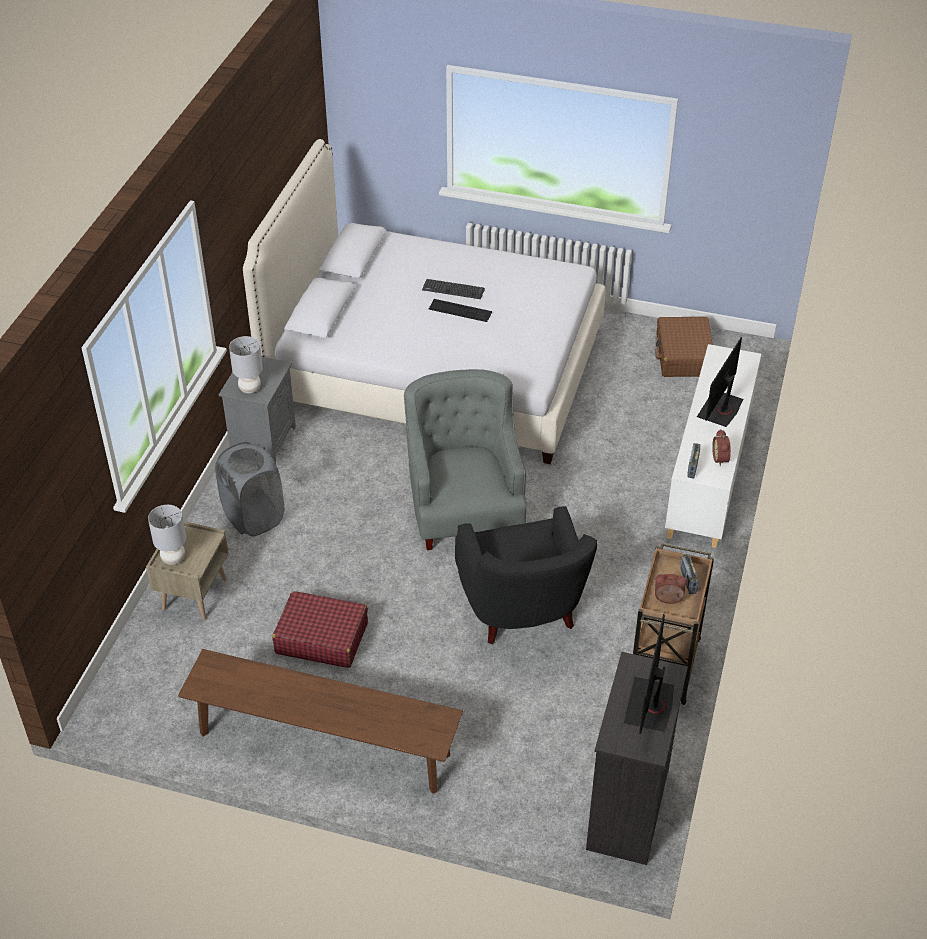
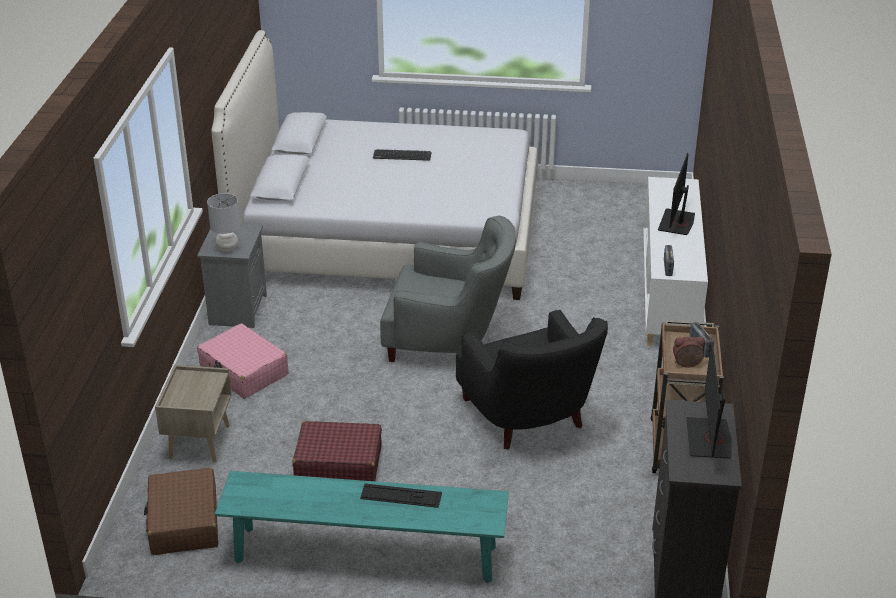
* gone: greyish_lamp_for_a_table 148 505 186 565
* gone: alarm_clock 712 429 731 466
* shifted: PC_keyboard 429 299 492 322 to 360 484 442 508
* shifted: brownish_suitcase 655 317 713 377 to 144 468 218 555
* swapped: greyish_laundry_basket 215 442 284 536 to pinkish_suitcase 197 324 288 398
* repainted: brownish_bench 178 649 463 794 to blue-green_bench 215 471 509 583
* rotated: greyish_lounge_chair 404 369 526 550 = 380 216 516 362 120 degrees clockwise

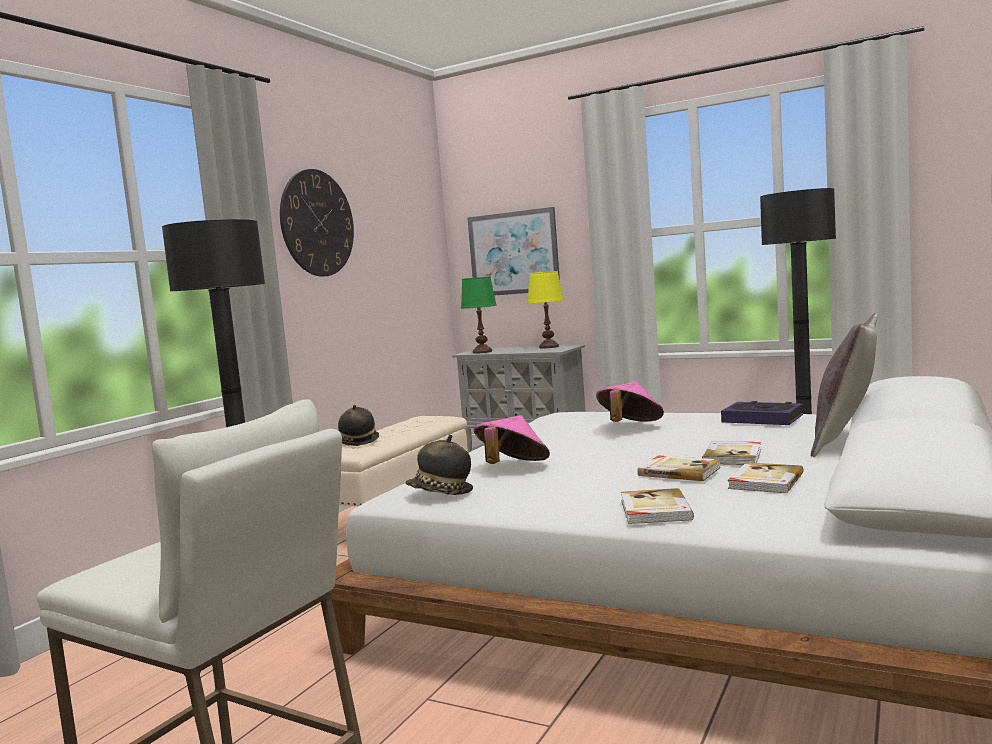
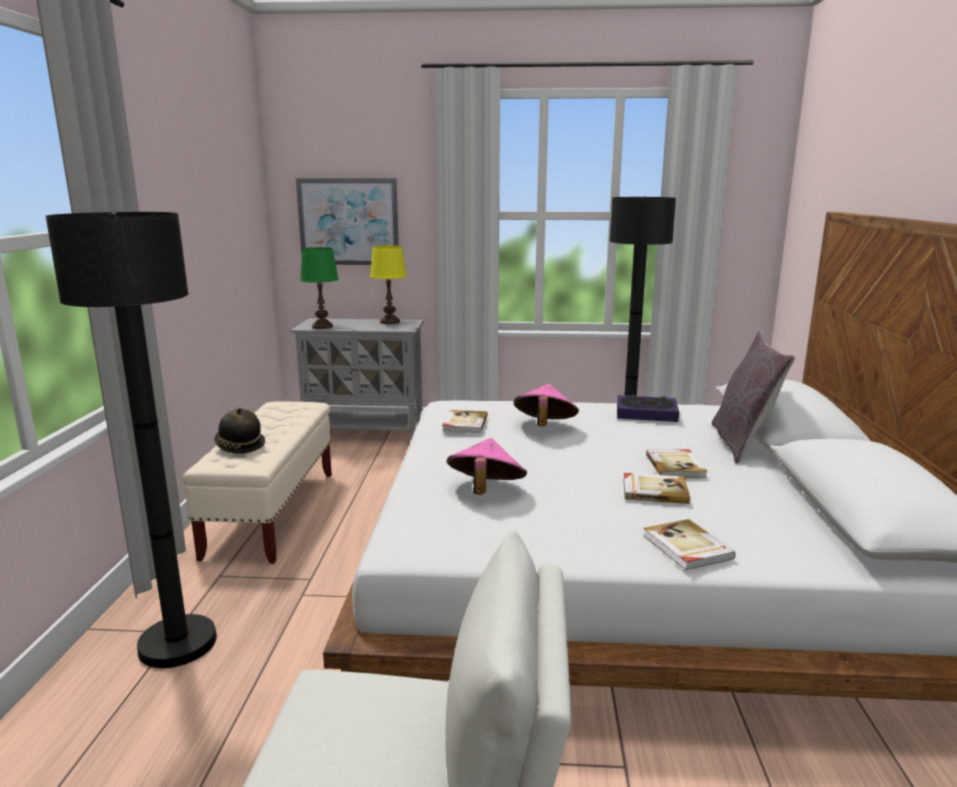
* gone: wall_clock 280 169 354 277
* gone: clothing_hat 405 435 473 495
* shifted: book 728 462 804 493 to 442 410 488 433

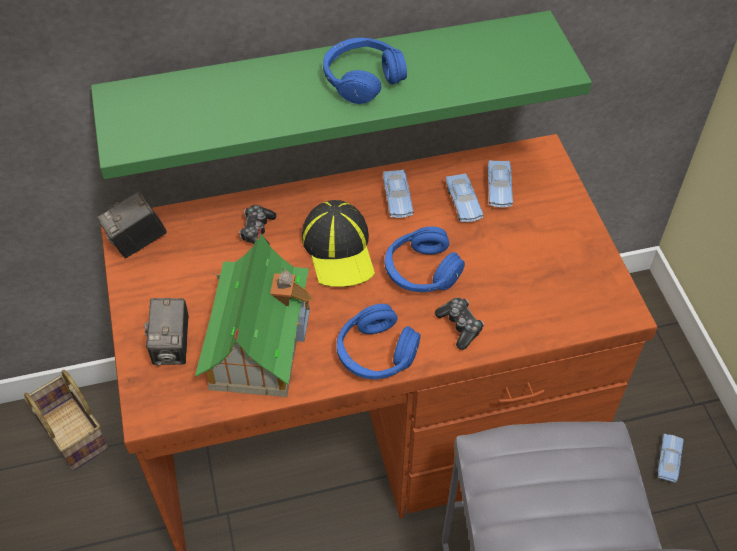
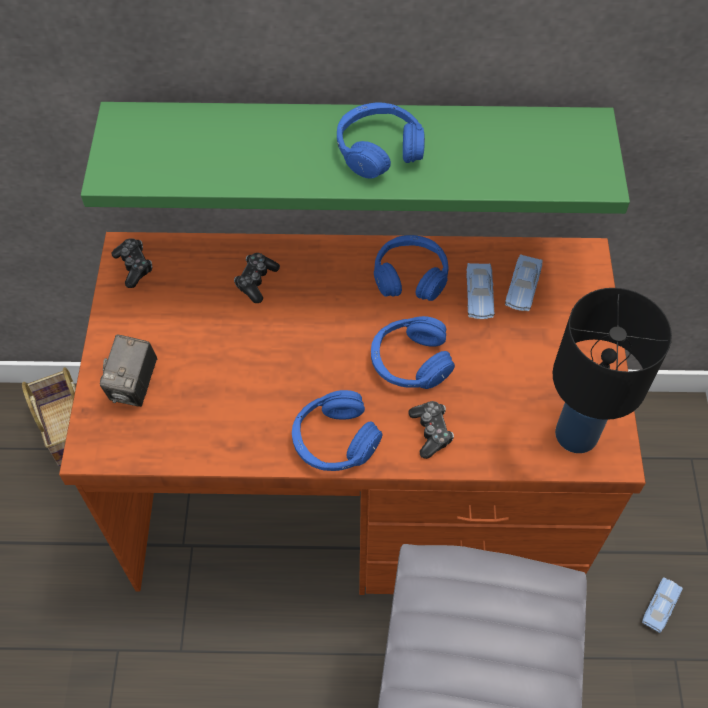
* gone: model_house 195 227 313 397
* gone: peaked_cap 302 200 375 287
* new: black_lamp_for_a_table 553 288 672 453
* swapped: still_camera 97 191 167 258 to game_controller 111 238 152 288
* swapped: bluish_miniature_car 383 170 414 218 to bluish_headphones 374 235 448 301

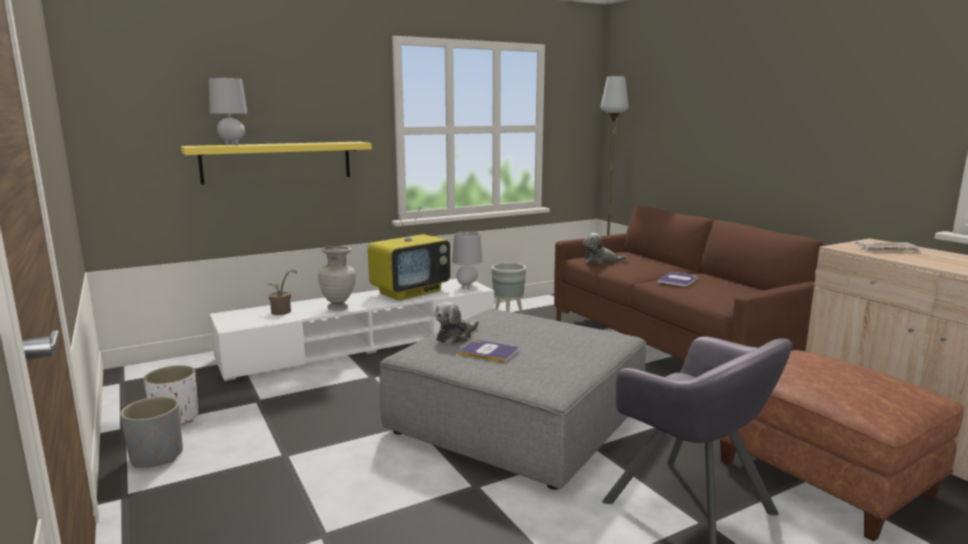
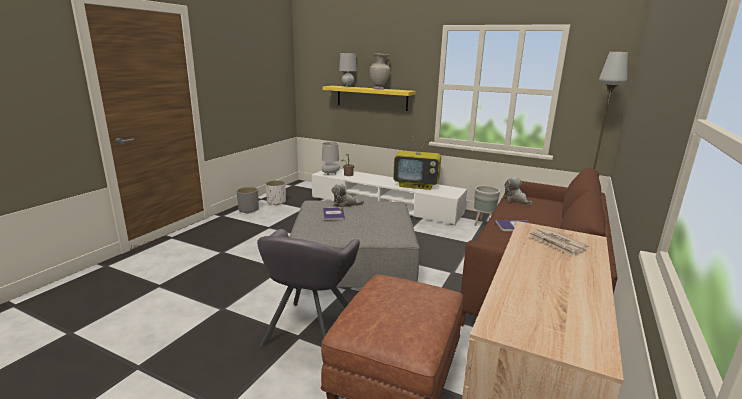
* shifted: beige_vase 318 246 356 310 to 370 53 390 90
* shifted: greyish_lamp_for_a_table 452 231 482 289 to 322 142 340 175

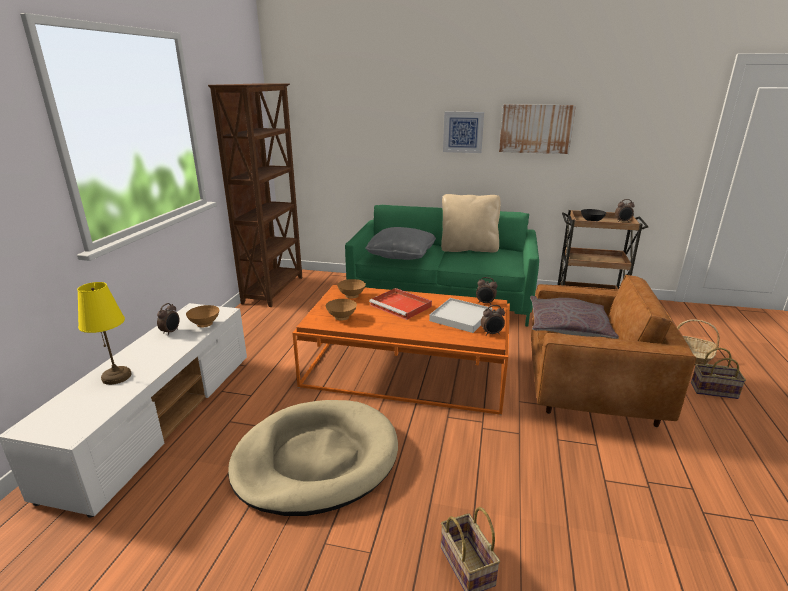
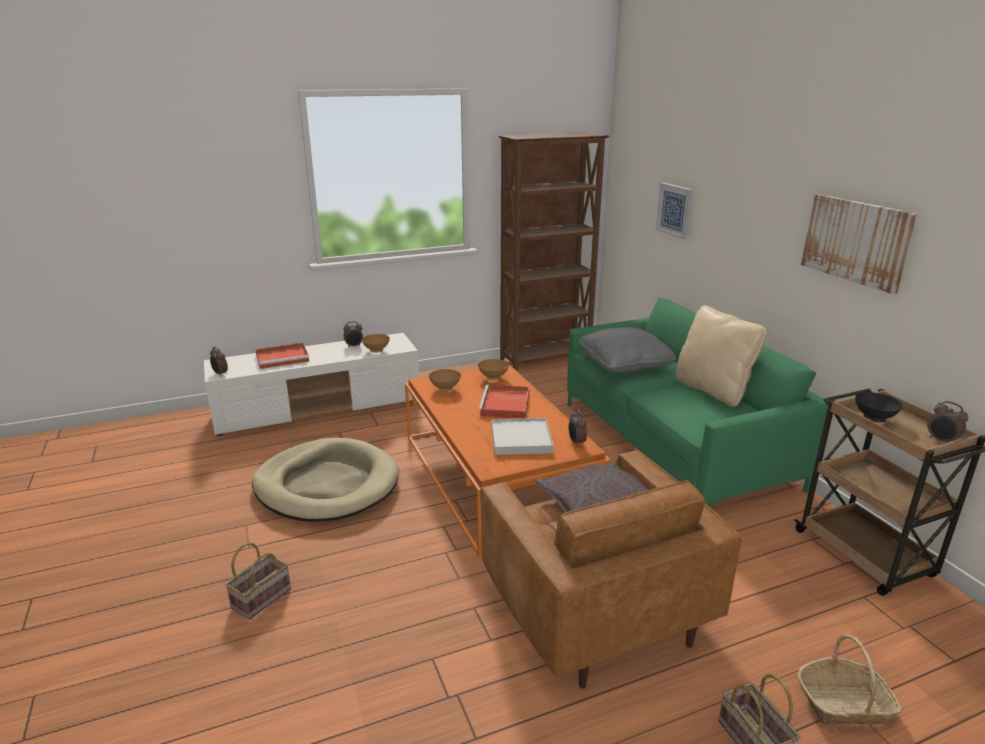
* shifted: wall_art 443 112 484 153 to 656 183 693 240
* shifted: alarm_clock 481 305 505 336 to 210 347 228 377
* swapped: yellow_lamp_for_a_table 77 282 132 385 to red-coloured_serving_tray 255 342 310 369

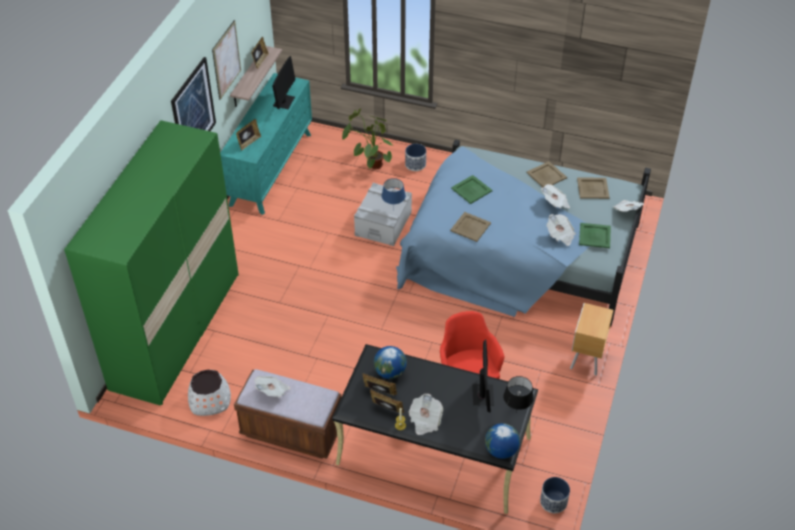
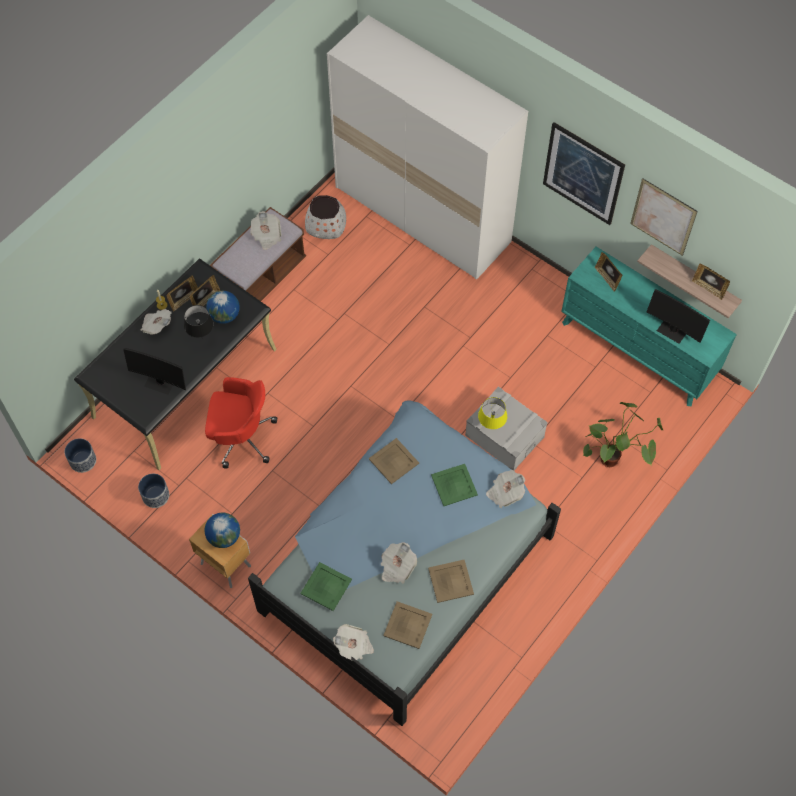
* shifted: planter 405 144 426 171 to 138 473 169 508
* shifted: desk_globe 485 423 520 459 to 204 513 240 548
* shifted: black_lamp_for_a_table 503 376 534 414 to 184 305 214 338
* shifted: newspaper 547 214 576 246 to 486 470 525 508
* repainted: green_wardrobe 64 120 239 406 to white_wardrobe 327 15 528 279
* repainted: bluish_lamp_for_a_table 382 178 406 212 to yellow_lamp_for_a_table 478 397 507 429

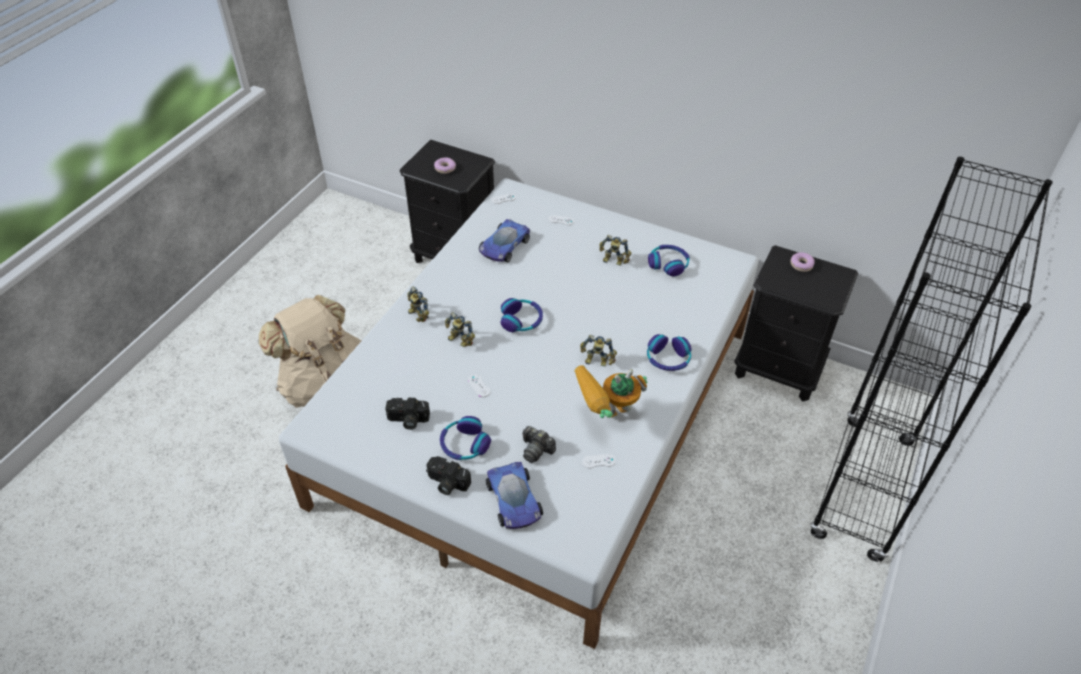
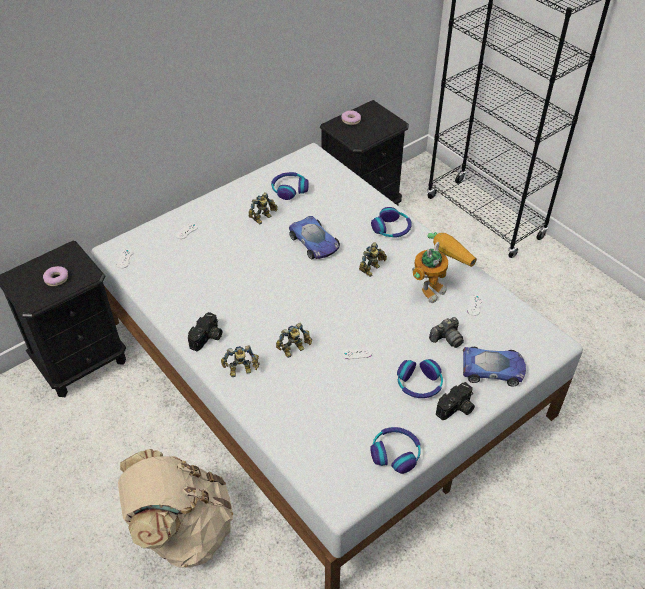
* shifted: still_camera 385 398 430 430 to 188 312 222 352
* shifted: miniature_car 479 219 530 262 to 289 216 340 260
* shifted: headphones 501 298 543 332 to 370 427 421 474
* rotated: robot_figure 575 365 648 418 = 412 232 477 303 135 degrees counterclockwise

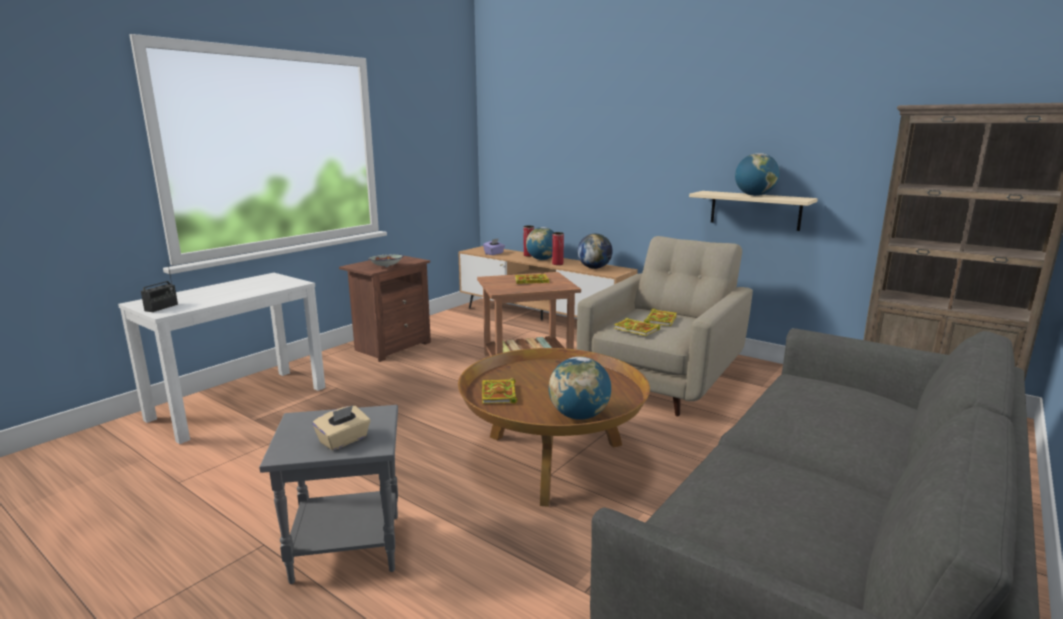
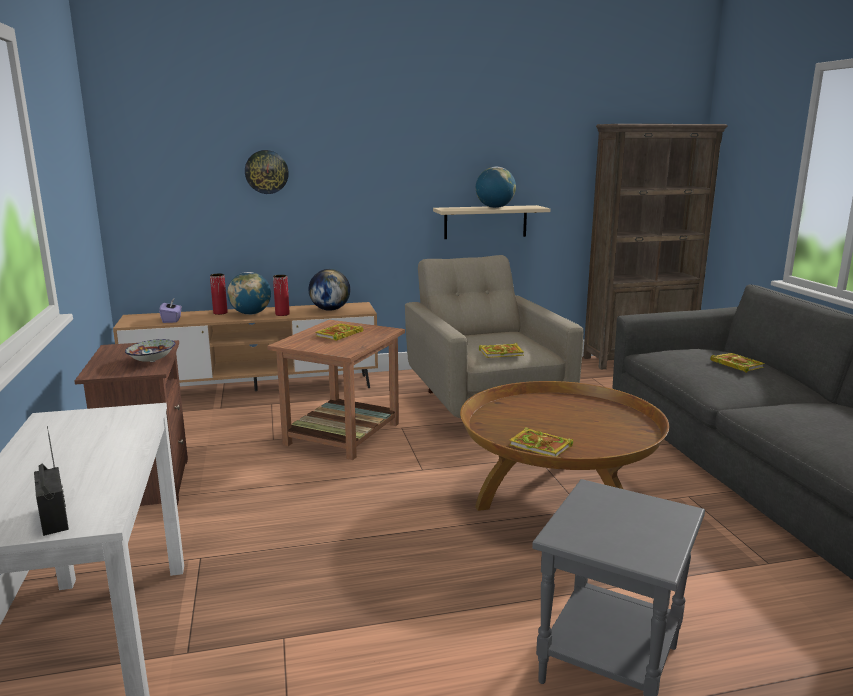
* gone: beige_tissue_box 313 405 370 450
* gone: desk_globe 549 357 611 420
* new: wall_clock 245 150 289 194
* shifted: book 644 309 677 326 to 710 353 765 373

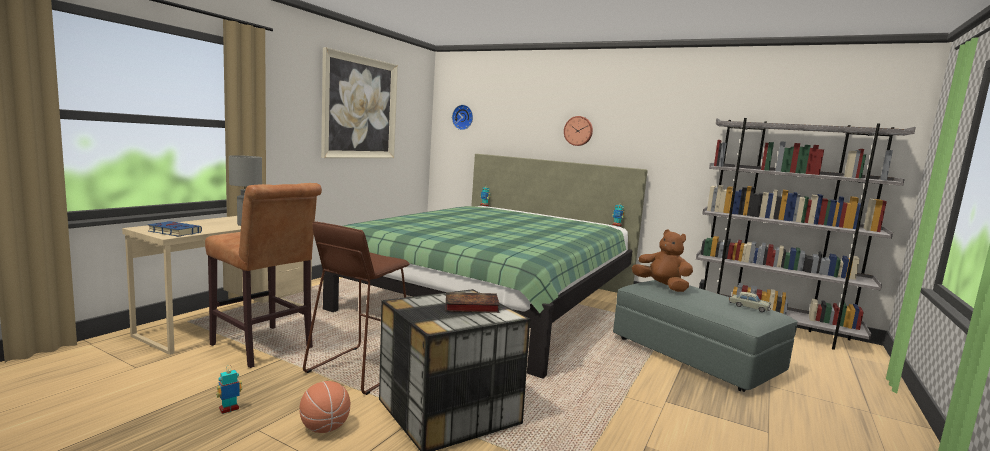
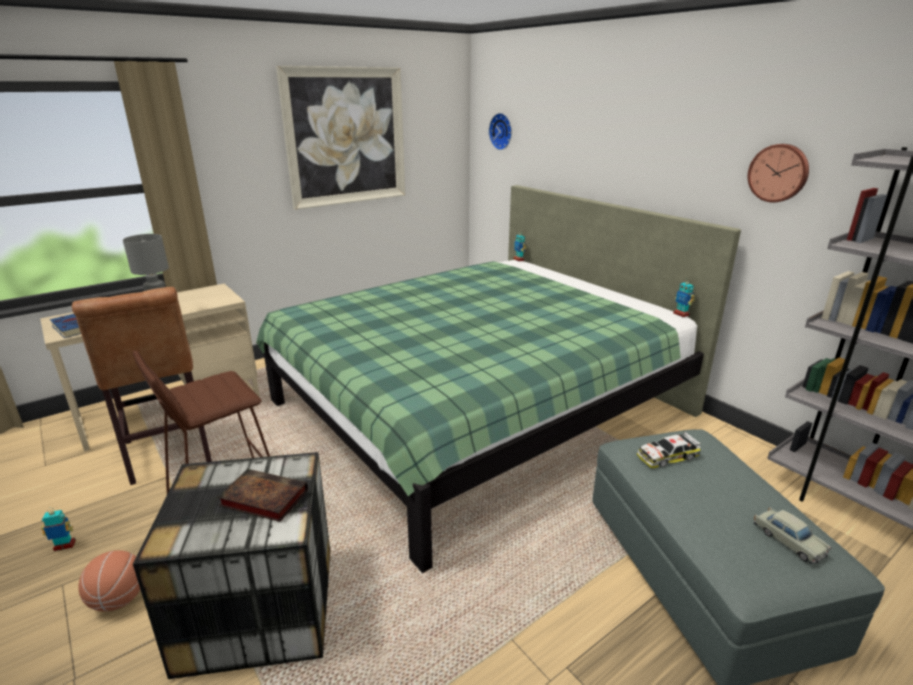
* shifted: wall_clock 564 116 593 146 to 748 144 809 203
* swapped: brownish_cuddly_toy 632 229 693 292 to miniature_car 637 432 701 468

